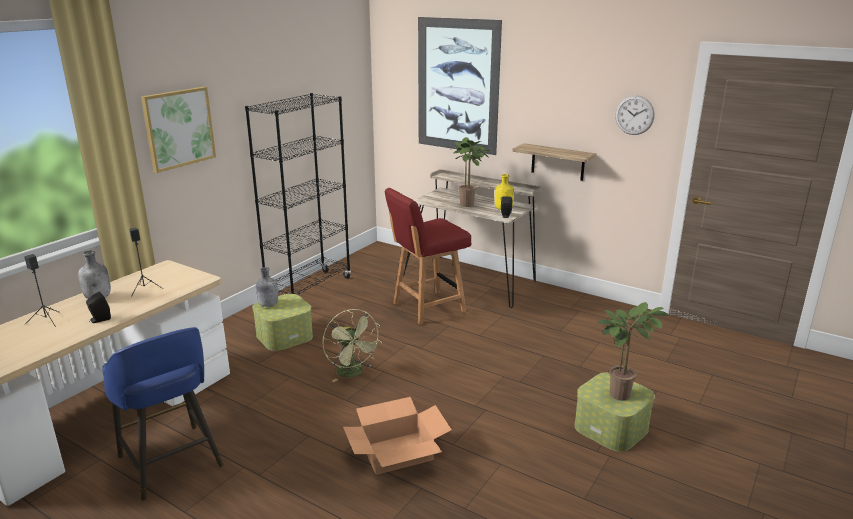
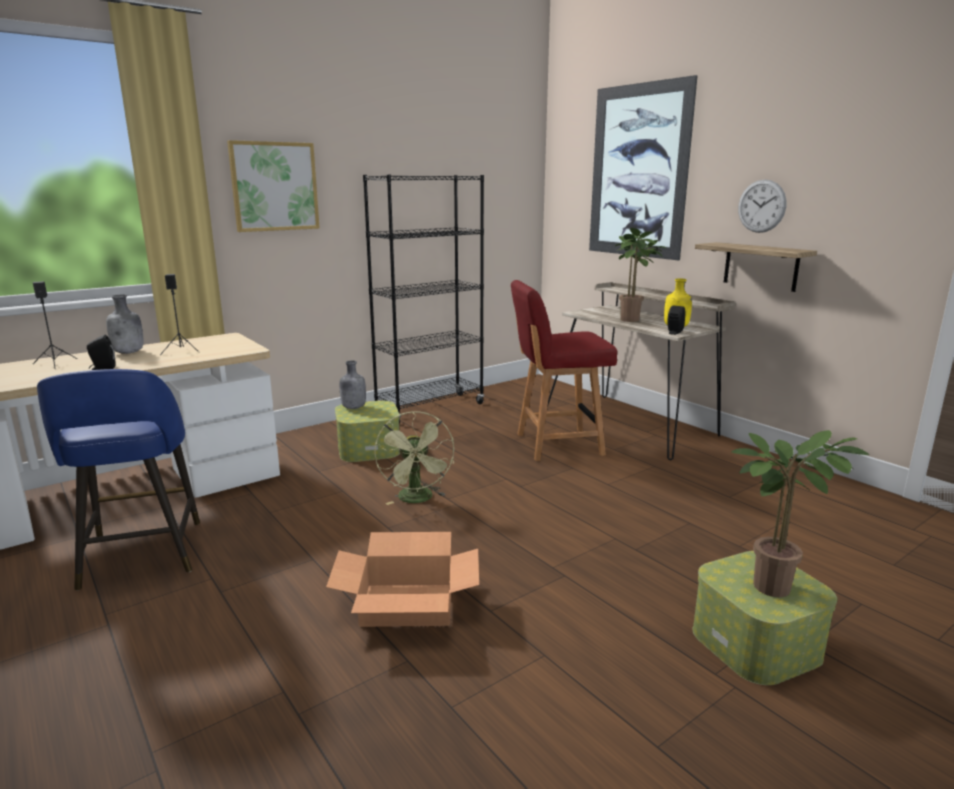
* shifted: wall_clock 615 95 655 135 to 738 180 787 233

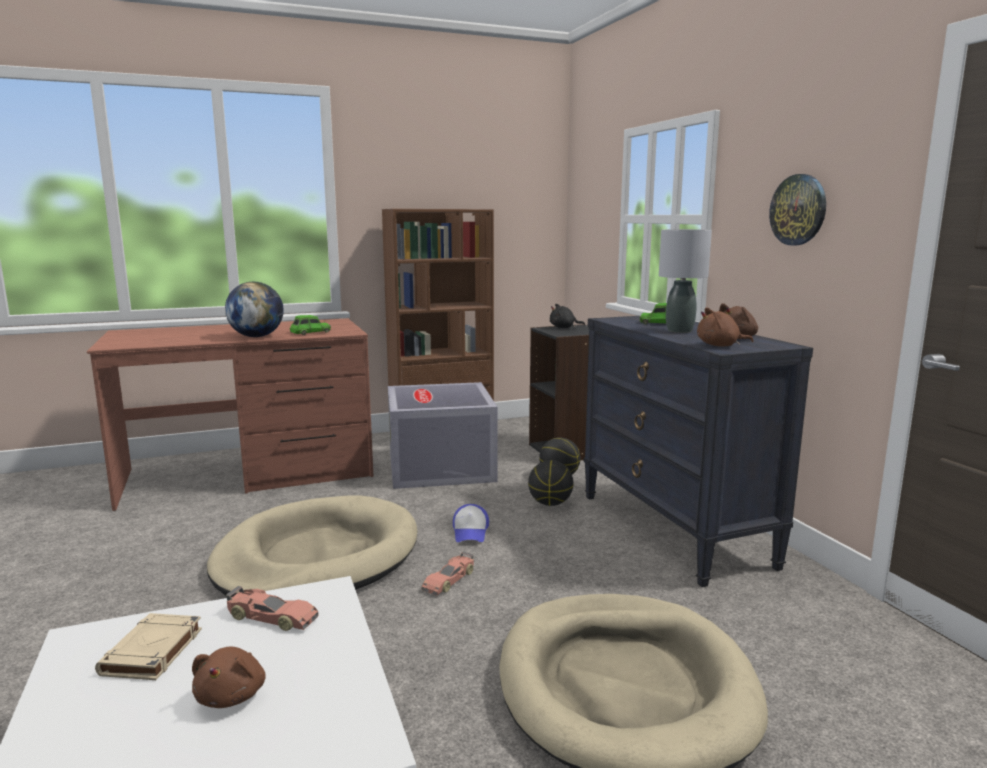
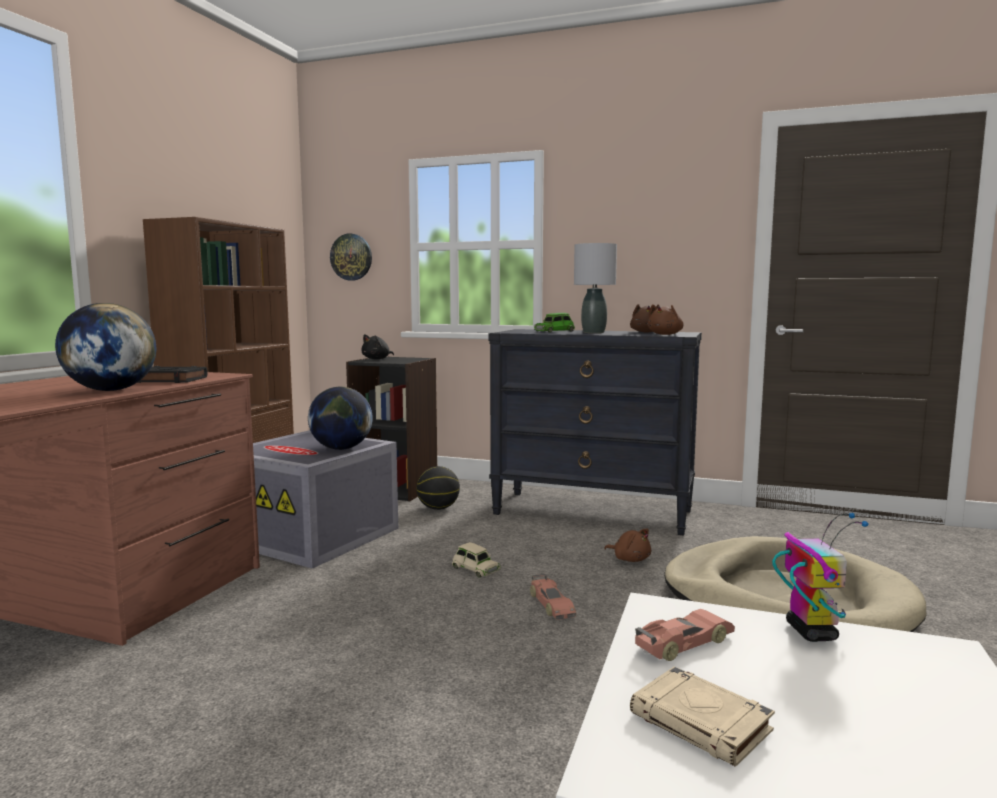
* gone: beige_dog_cushion 207 495 418 597
* gone: ball_for_basketball 528 460 573 506
* new: desk_globe 308 387 373 450
* new: robot_figure 772 513 869 642
* shifted: brownish_cuddly_toy 192 646 266 708 to 604 528 651 562
* shifted: wall_clock 769 174 826 245 to 330 234 372 281
* swapped: green_miniature_car 290 315 331 335 to black_book 137 366 208 383
* swapped: peaked_cap 453 504 489 542 to beige_miniature_car 452 542 501 578

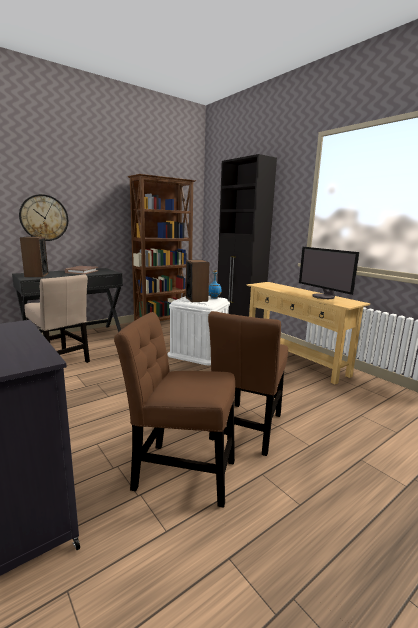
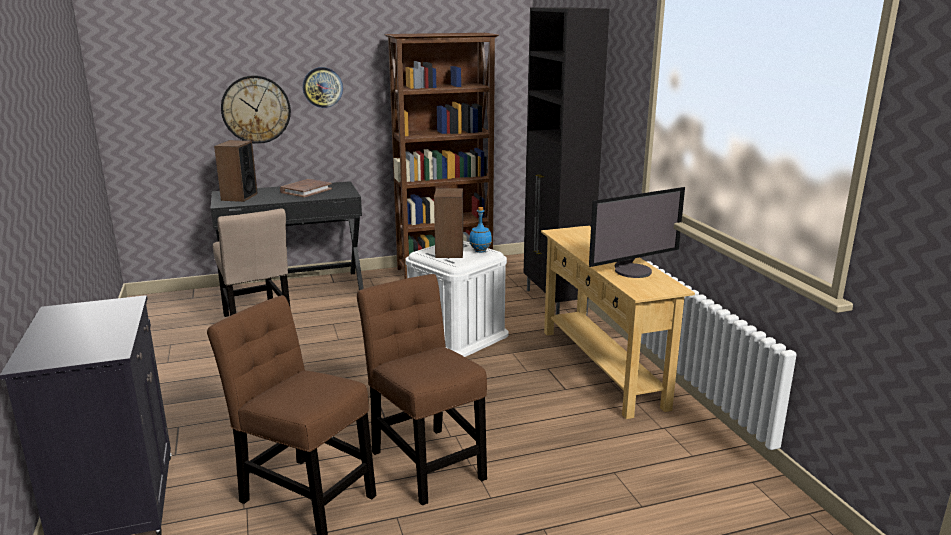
* new: wall_clock 303 67 343 108
* rotated: brownish_plain_chair 208 311 288 456 = 357 274 487 505 105 degrees clockwise
* rotated: monitor 299 246 359 299 = 589 187 685 278 105 degrees counterclockwise

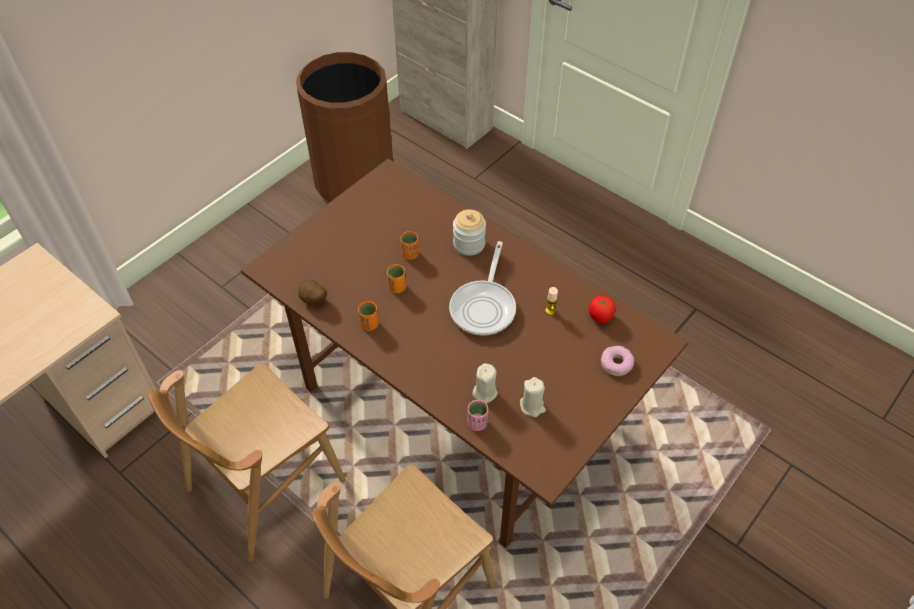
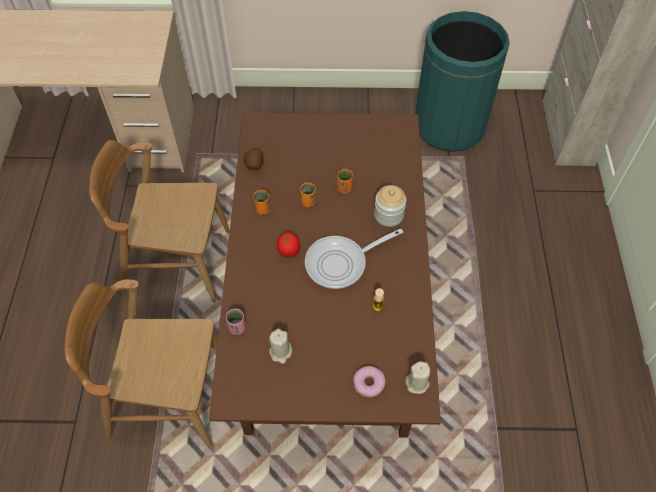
* shifted: beige_wax_light 473 363 498 404 to 405 361 430 394
* shifted: tomato 589 296 616 323 to 277 232 300 257
* repainted: brownish_rubbish_bin 296 52 393 202 to green_rubbish_bin 415 11 510 152

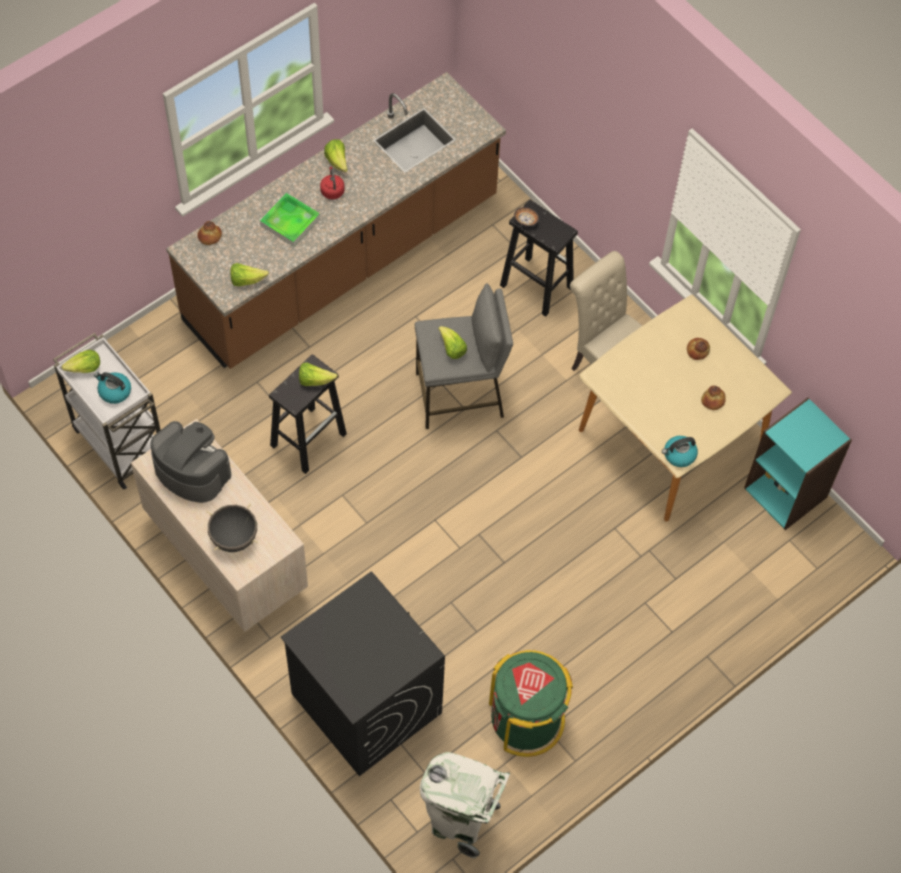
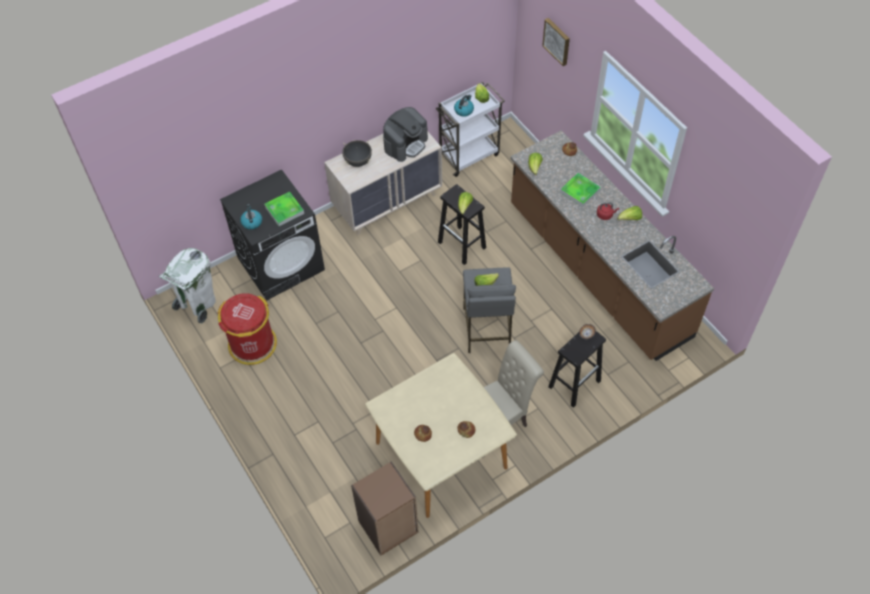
* new: serving_tray 264 192 304 226
* new: wall_art 542 18 570 66
* shifted: water_kettle 662 436 698 467 to 240 204 262 230
* repainted: green_rubbish_bin 489 650 573 757 to red-coloured_rubbish_bin 218 293 277 365
* repainted: blue-green_bookshelf 744 398 852 530 to brownish_bookshelf 351 461 419 556

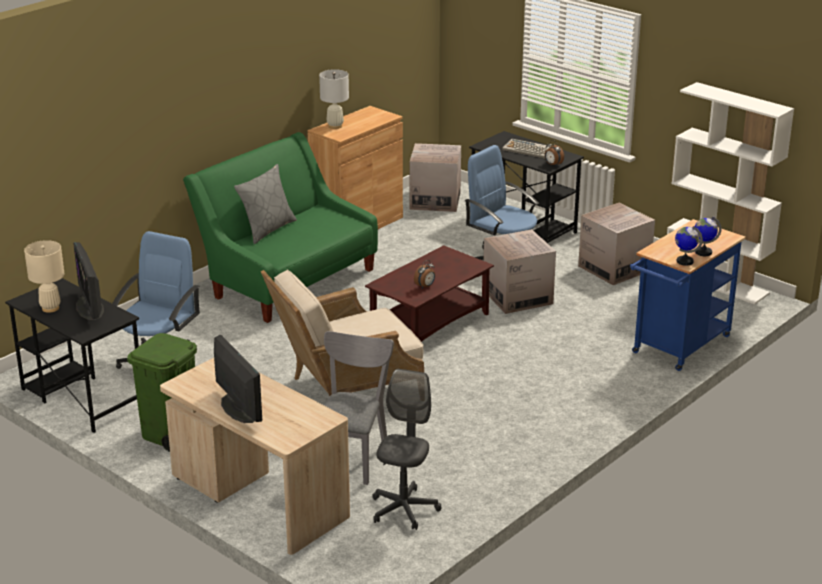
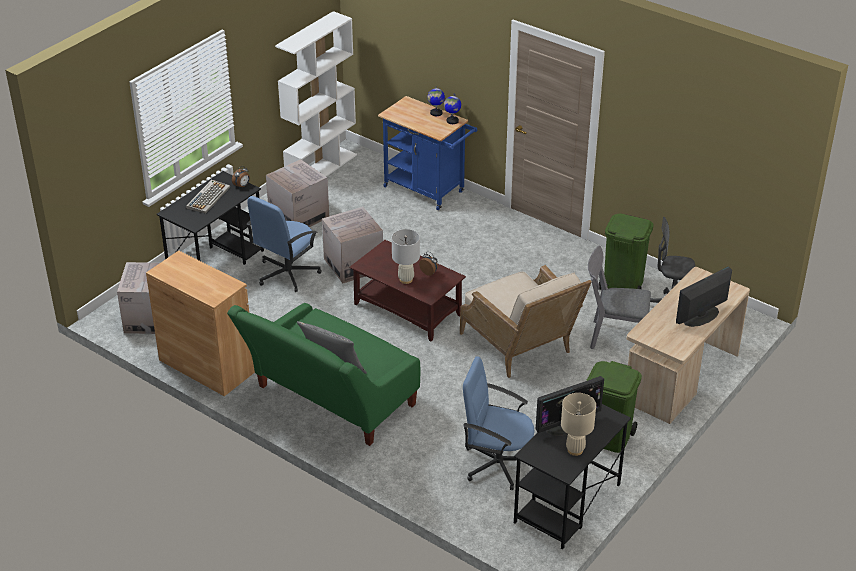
* new: green_rubbish_bin 599 213 654 290
* shifted: white_lamp_for_a_table 319 69 349 129 to 392 229 420 284

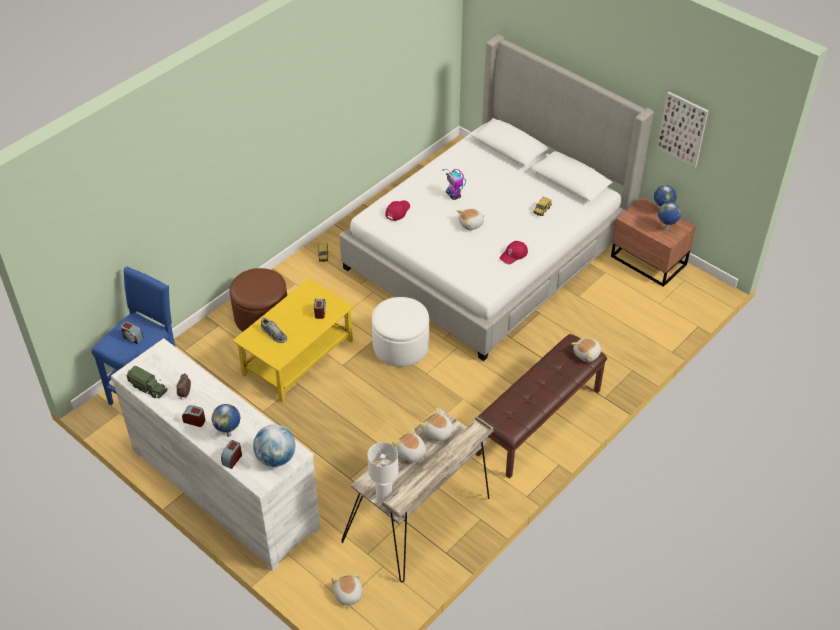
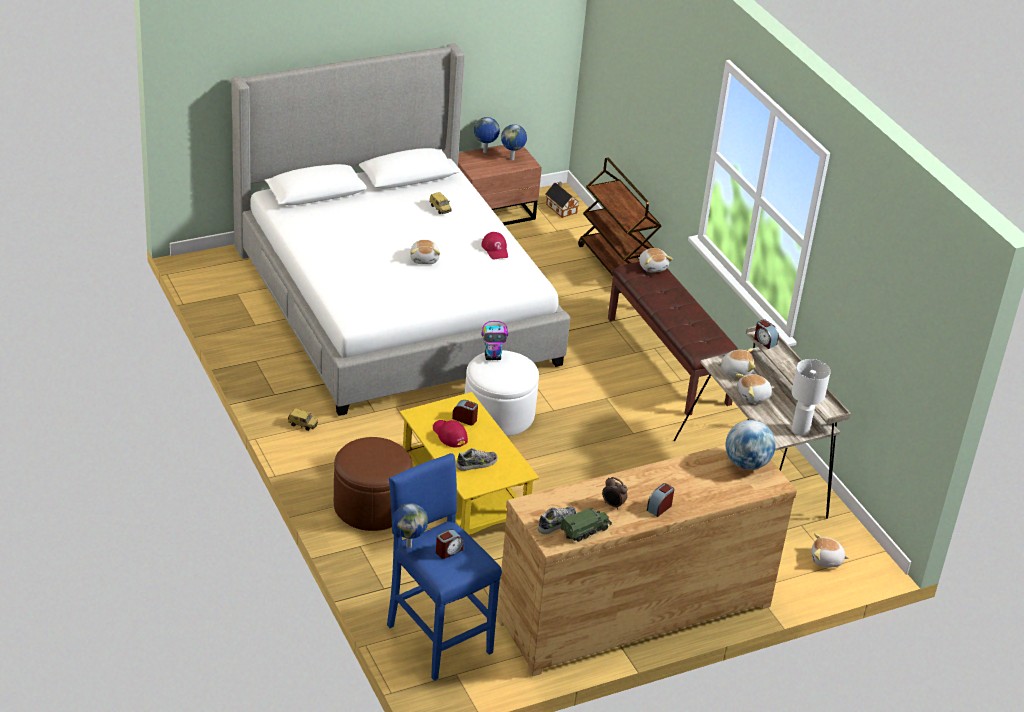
* gone: wall_art 657 92 709 167
* new: low_shoe 538 506 577 534
* new: model_house 545 182 580 218
* new: brownish_cart 578 158 661 293
* shifted: desk_globe 211 404 240 437 to 393 503 428 548
* shifted: alarm_clock 221 440 242 469 to 754 319 779 349
* shifted: red-coloured_peaked_cap 385 200 410 221 to 433 420 468 448
* shifted: robot_figure 443 169 466 200 to 481 321 508 360
* repainted: white_drawer_chest 111 338 321 571 to brownish_drawer_chest 497 445 797 677
* rotated: cuddly_toy 420 408 454 441 = 717 348 756 378 150 degrees counterclockwise

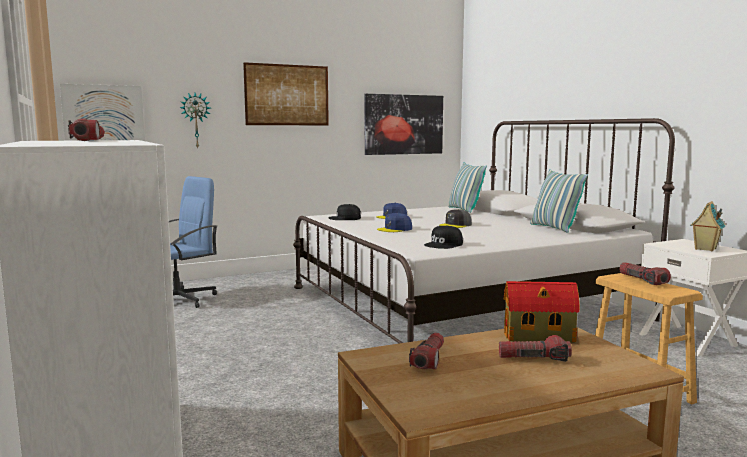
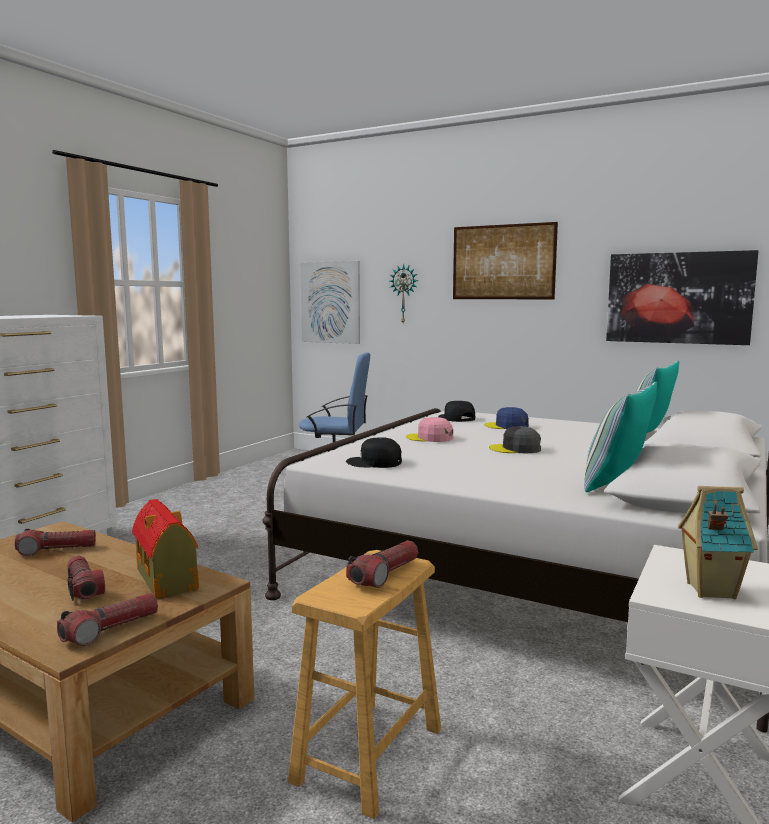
* shifted: torch 68 118 105 141 to 57 593 158 646
* repainted: bluish_peaked_cap 377 213 412 232 to pinkish_peaked_cap 406 417 453 442

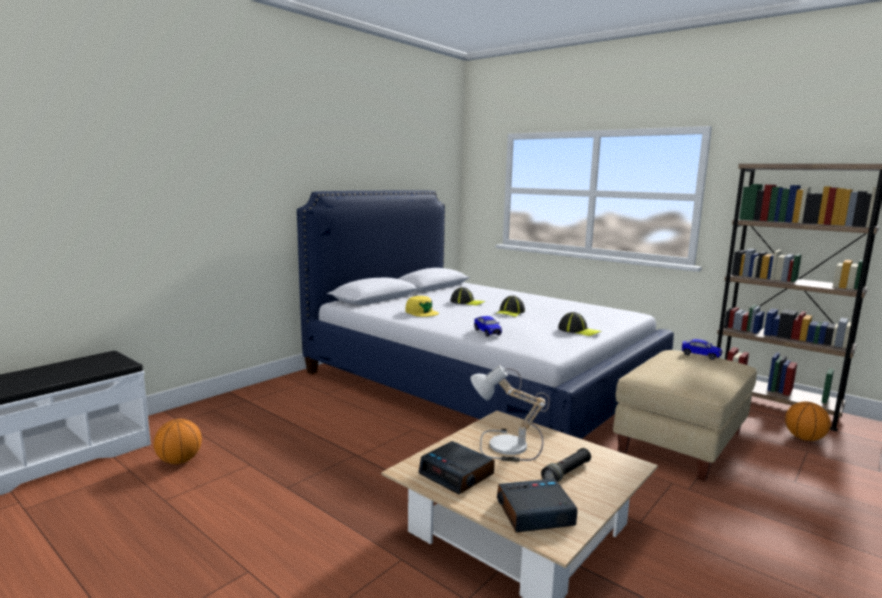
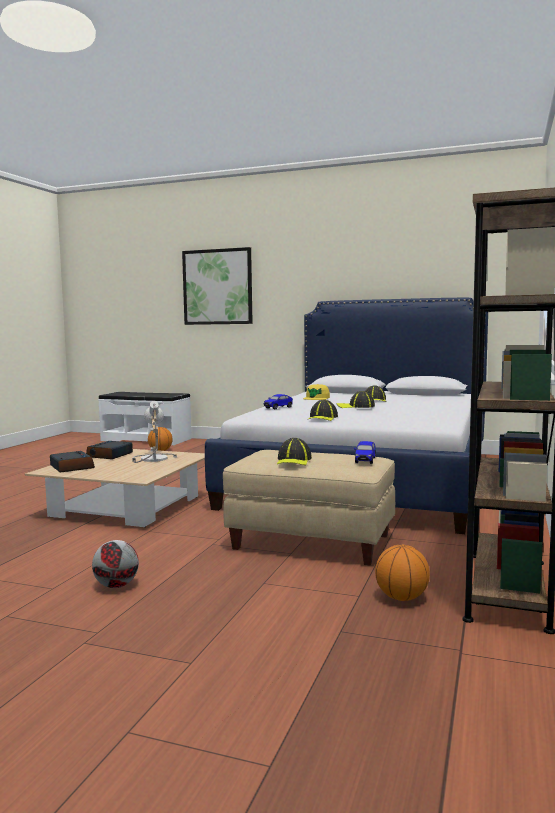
* gone: black_torch 541 448 591 482
* new: ball_for_football 92 540 139 588
* new: wall_art 182 247 253 325
* new: peaked_cap 277 438 312 465

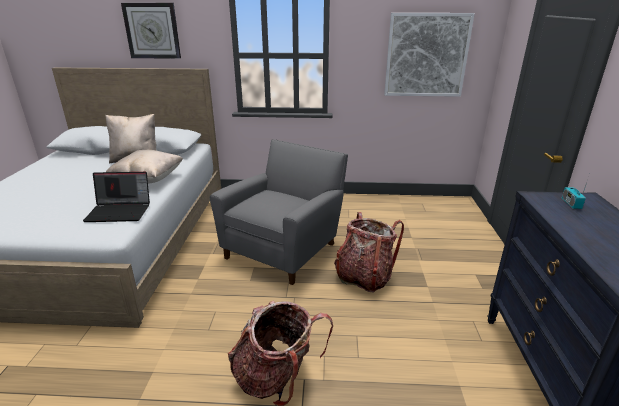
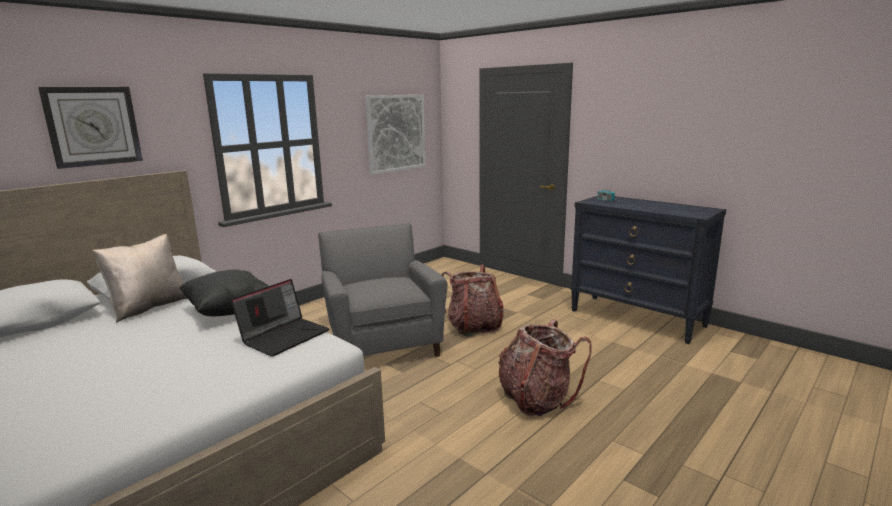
* repainted: beige_cushion 106 150 183 184 to black_cushion 179 270 269 316

